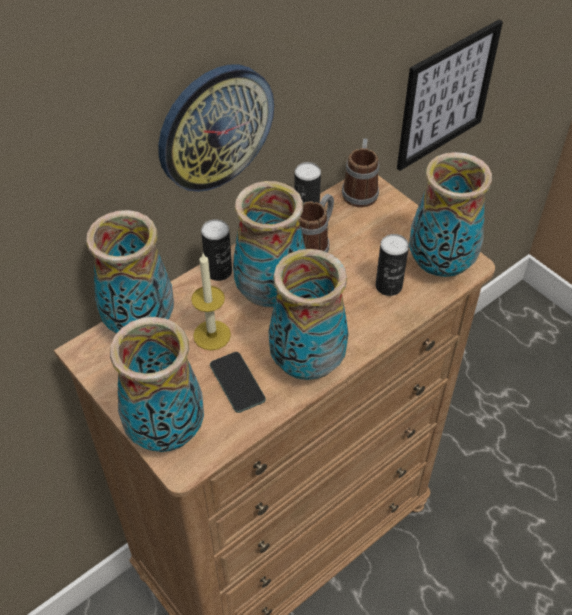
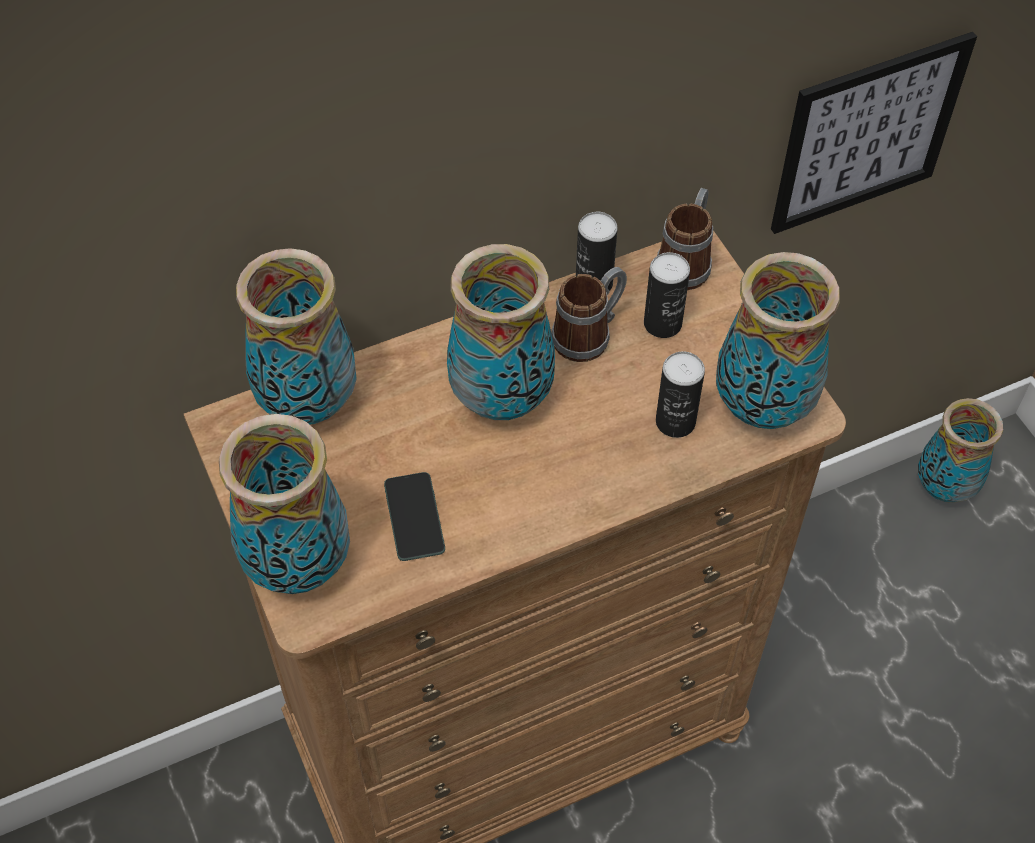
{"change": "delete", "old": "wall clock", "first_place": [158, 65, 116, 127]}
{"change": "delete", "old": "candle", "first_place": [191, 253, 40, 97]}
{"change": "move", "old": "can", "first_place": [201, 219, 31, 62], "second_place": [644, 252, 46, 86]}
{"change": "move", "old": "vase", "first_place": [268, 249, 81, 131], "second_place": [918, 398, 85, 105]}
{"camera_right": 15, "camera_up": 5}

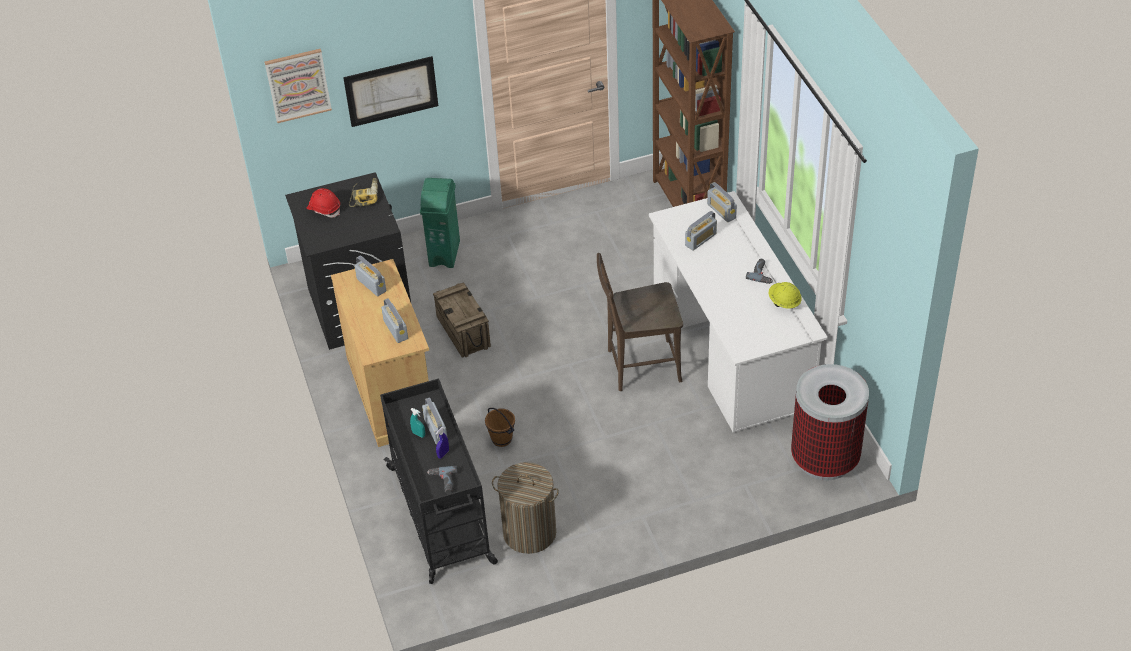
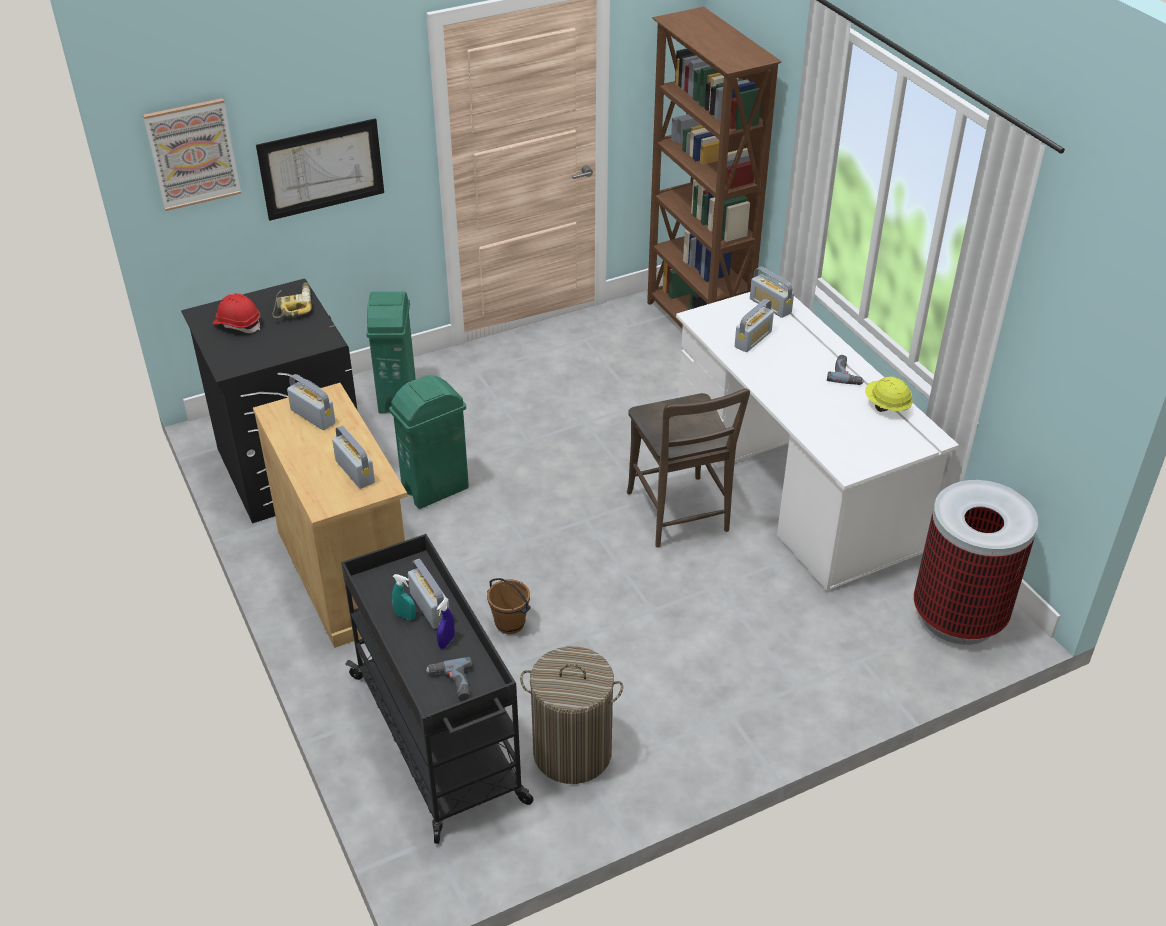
{"change": "replace", "old": "crate", "new": "trash can (green)", "first_place": [433, 282, 58, 76], "second_place": [389, 375, 80, 134]}
{"change": "rotate", "old": "chair (brown)", "first_place": [597, 253, 86, 138], "second_place": [627, 388, 123, 160], "degrees": -90}
{"camera_right": -10, "camera_up": -5}

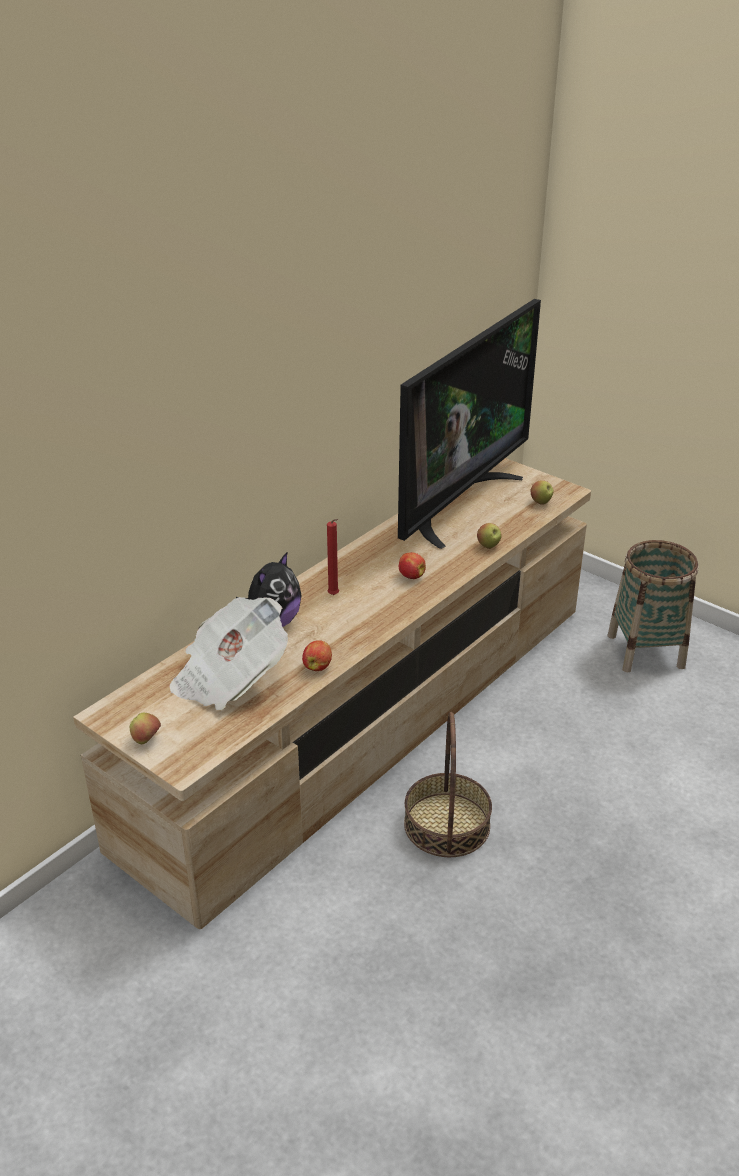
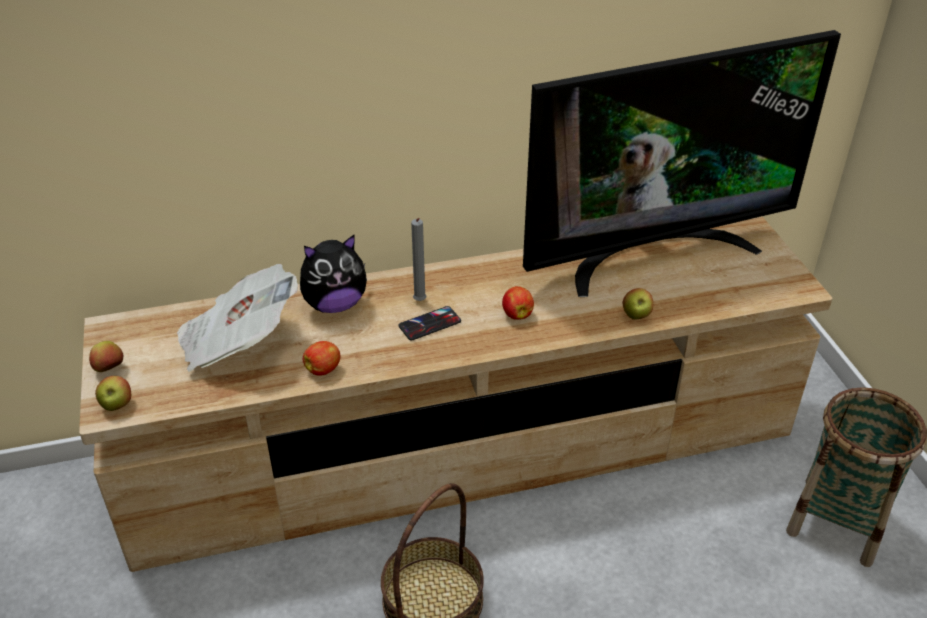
{"change": "recolor", "old": "candle (red)", "new": "candle (grey)", "first_place": [327, 519, 12, 76], "second_place": [411, 218, 16, 83]}
{"change": "move", "old": "apple", "first_place": [530, 480, 24, 25], "second_place": [95, 376, 36, 35]}
{"change": "insert", "new": "phone", "second_place": [398, 306, 63, 35]}
{"camera_right": 35, "camera_up": 5}

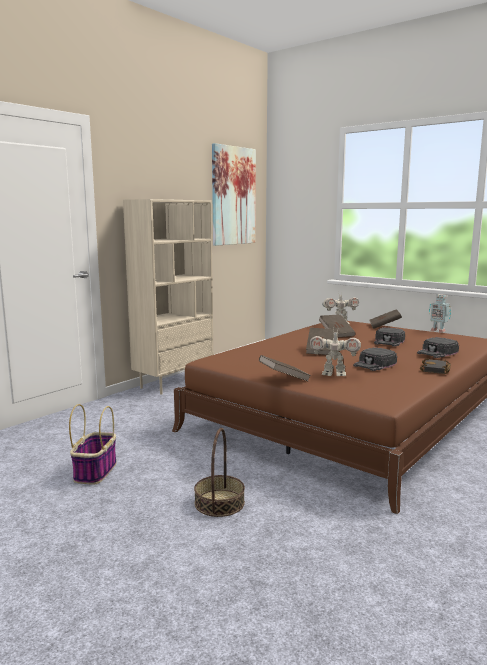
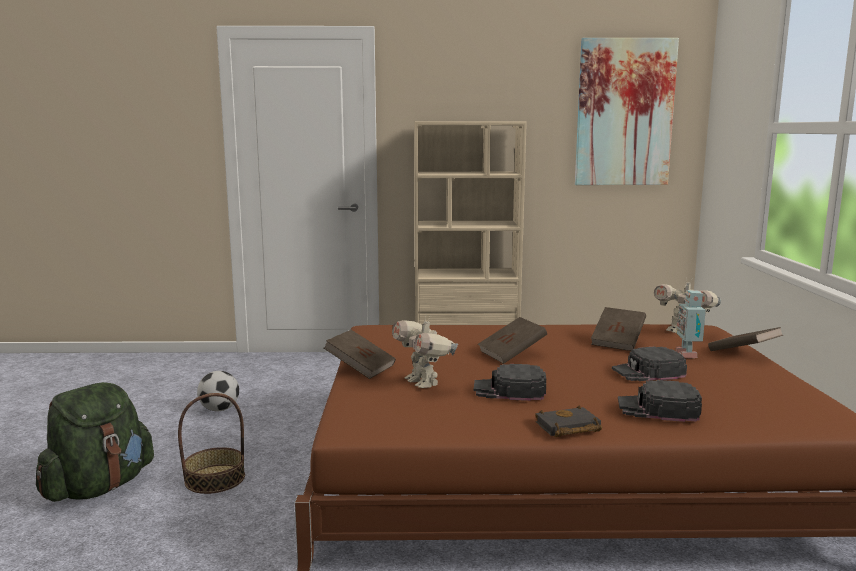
{"change": "replace", "old": "basket", "new": "football", "first_place": [69, 404, 48, 81], "second_place": [197, 371, 42, 40]}
{"change": "move", "old": "toy robot", "first_place": [429, 294, 22, 39], "second_place": [675, 290, 31, 68]}
{"change": "insert", "new": "backpack (green)", "second_place": [36, 382, 118, 120]}
{"camera_right": 50, "camera_up": 0}

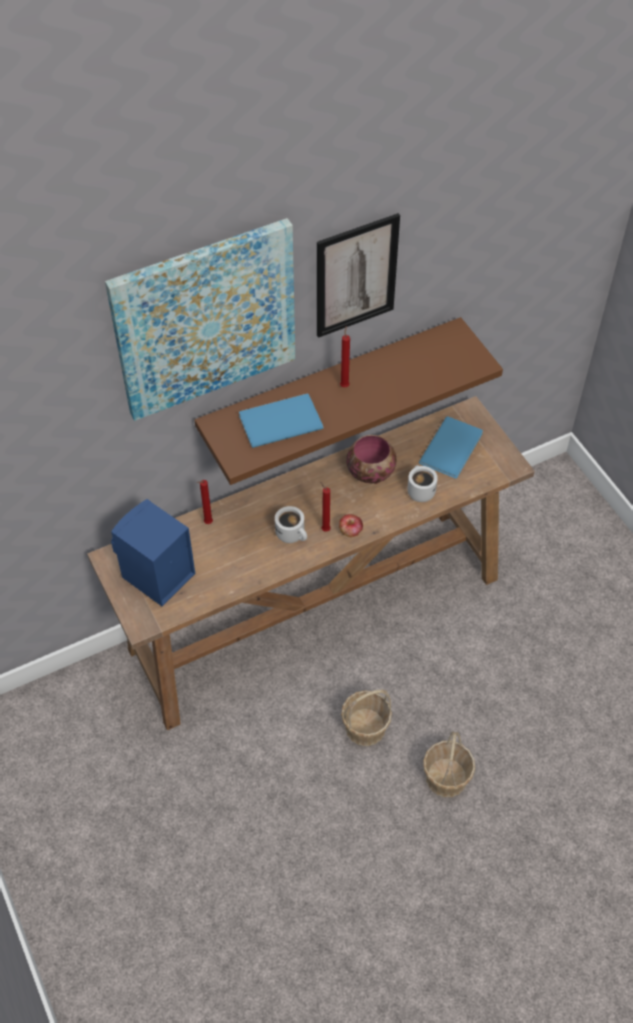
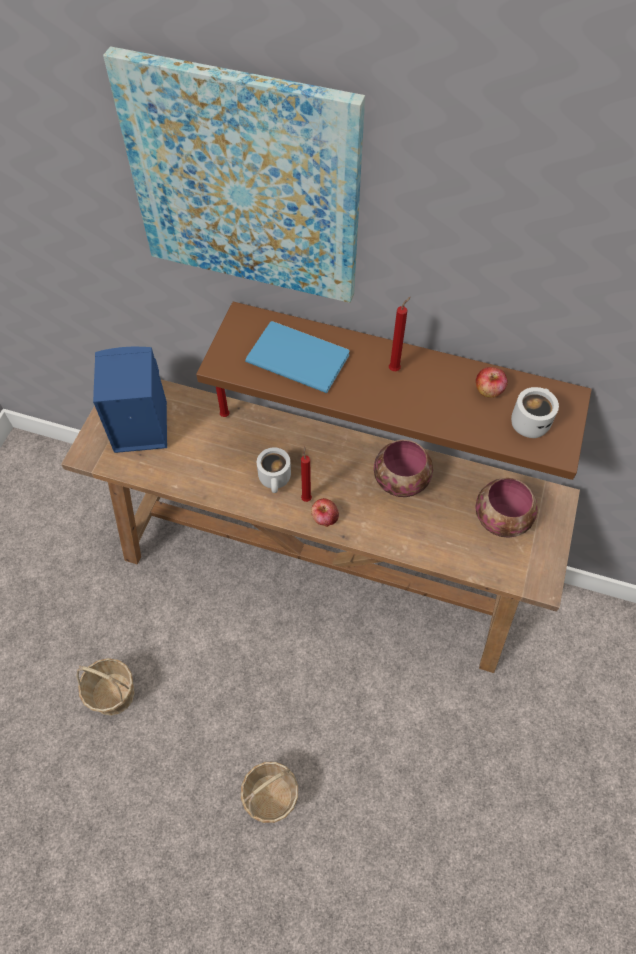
{"change": "delete", "old": "picture", "first_place": [317, 213, 83, 125]}
{"change": "move", "old": "basket", "first_place": [341, 689, 51, 57], "second_place": [76, 658, 59, 58]}
{"change": "move", "old": "mug (white)", "first_place": [407, 465, 31, 37], "second_place": [511, 387, 48, 51]}
{"change": "replace", "old": "book (blue)", "new": "bowl", "first_place": [419, 416, 64, 63], "second_place": [475, 478, 63, 60]}
{"change": "insert", "new": "apple", "second_place": [476, 367, 32, 31]}
{"camera_right": 45, "camera_up": 5}

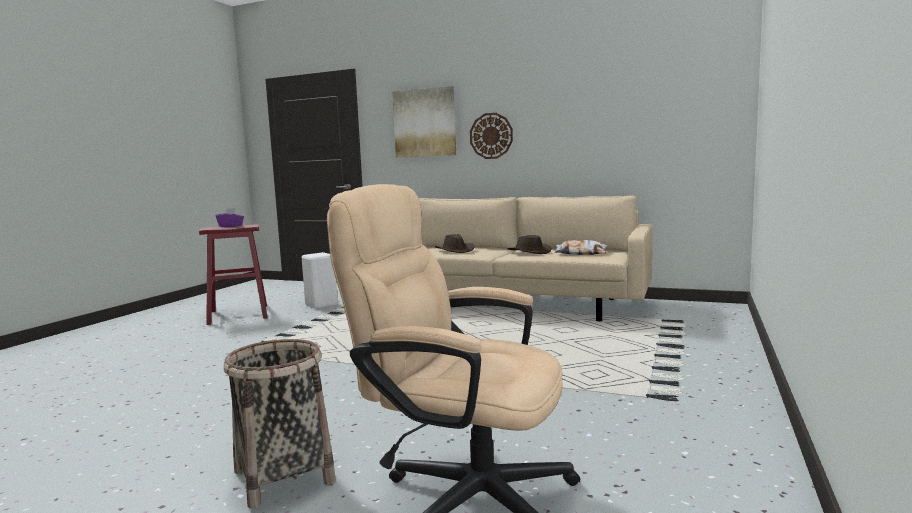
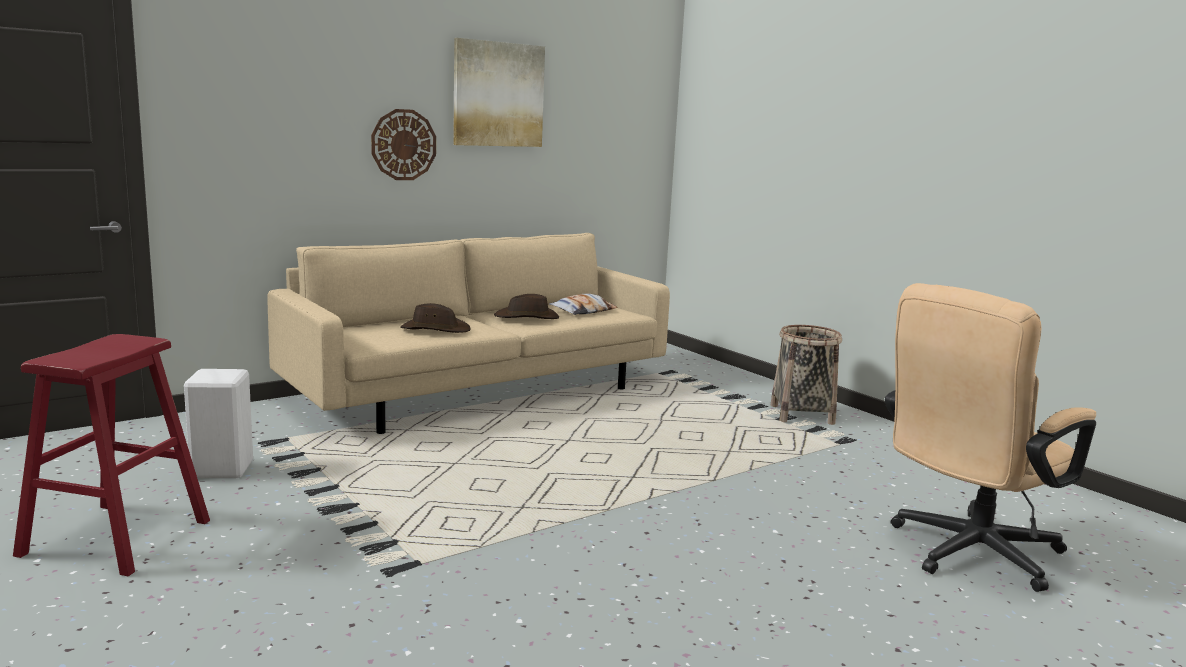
{"change": "delete", "old": "tissue box (purple)", "first_place": [216, 208, 28, 19]}
{"change": "move", "old": "basket", "first_place": [224, 339, 112, 170], "second_place": [771, 325, 71, 100]}
{"change": "move", "old": "picture", "first_place": [392, 86, 64, 72], "second_place": [453, 38, 92, 109]}
{"camera_right": -60, "camera_up": 5}

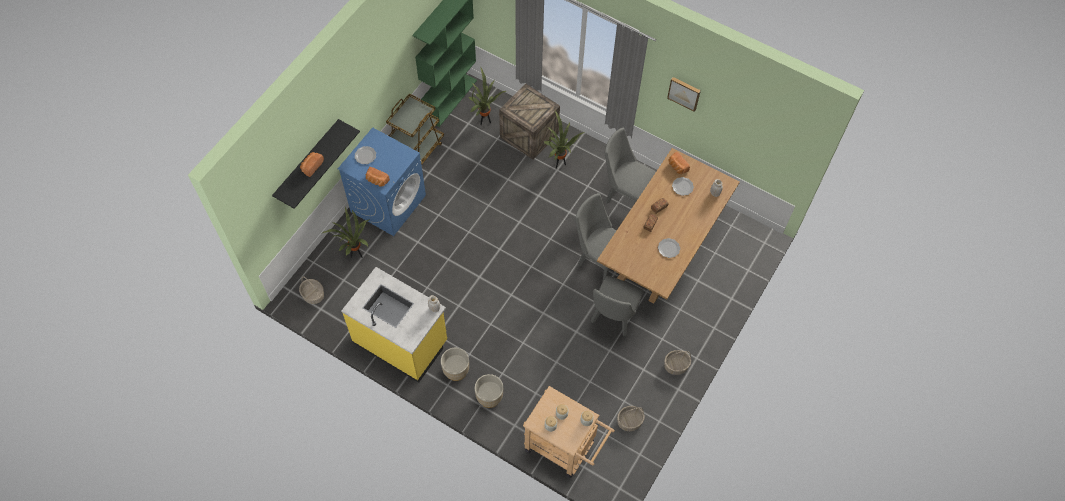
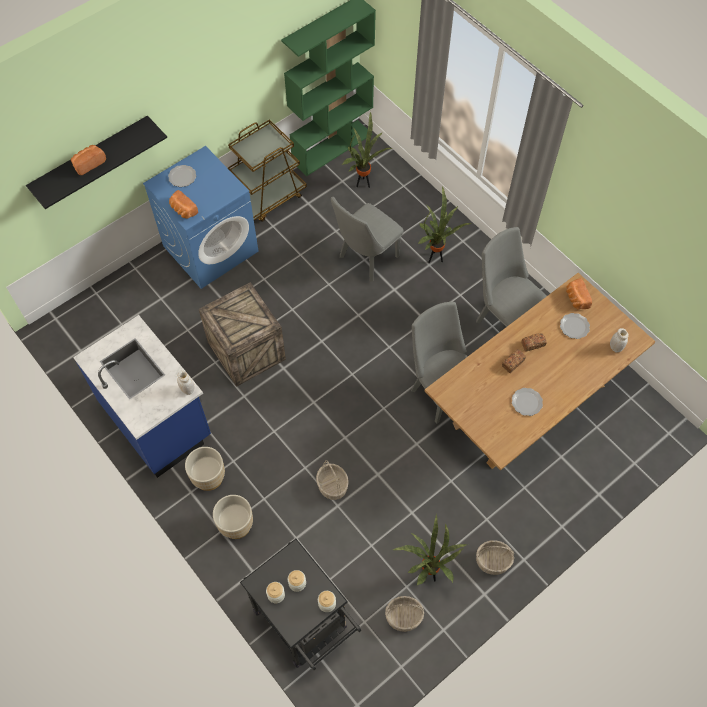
{"change": "move", "old": "basket", "first_place": [299, 276, 25, 28], "second_place": [316, 460, 33, 40]}
{"change": "move", "old": "potted plant", "first_place": [321, 207, 49, 51], "second_place": [393, 514, 74, 71]}
{"change": "recolor", "old": "counter (yellow)", "new": "counter (blue)", "first_place": [341, 267, 106, 116], "second_place": [73, 315, 138, 163]}
{"change": "move", "old": "crate", "first_place": [499, 84, 61, 76], "second_place": [199, 282, 87, 105]}
{"change": "recolor", "old": "cart (beige)", "new": "cart (black)", "first_place": [523, 386, 92, 92], "second_place": [240, 539, 121, 131]}
{"change": "move", "old": "chair (grey)", "first_place": [591, 276, 53, 60], "second_place": [331, 197, 73, 85]}
{"change": "delete", "old": "picture", "first_place": [667, 77, 34, 35]}
{"camera_right": 20, "camera_up": 0}

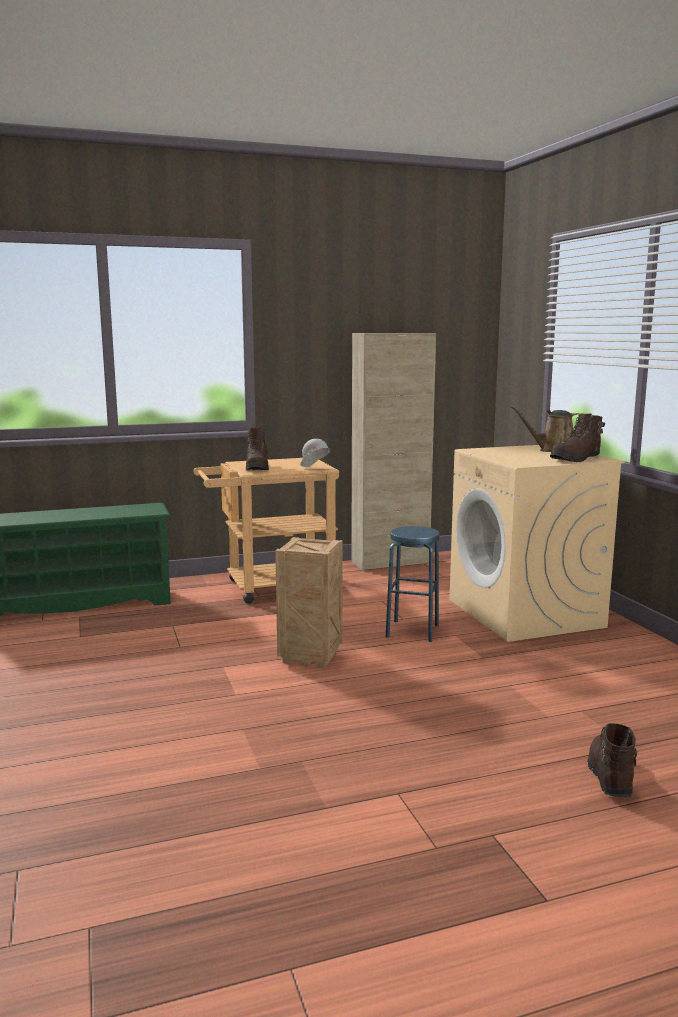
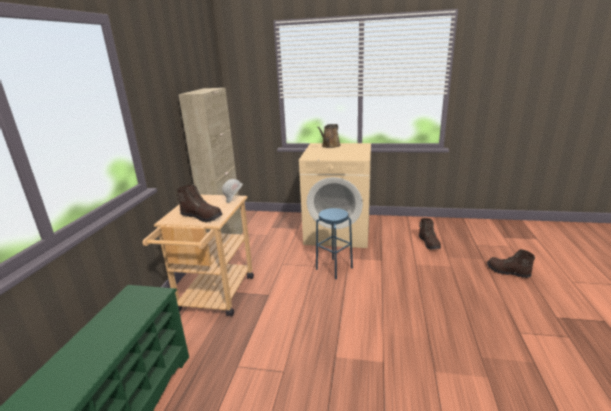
{"change": "delete", "old": "crate", "first_place": [275, 537, 68, 131]}
{"change": "move", "old": "boot (brown)", "first_place": [550, 413, 55, 49], "second_place": [419, 218, 22, 32]}
{"camera_right": -60, "camera_up": 10}

